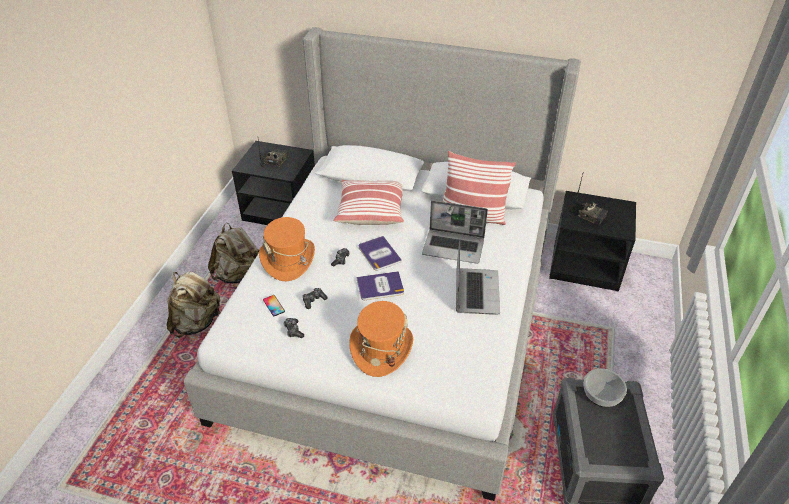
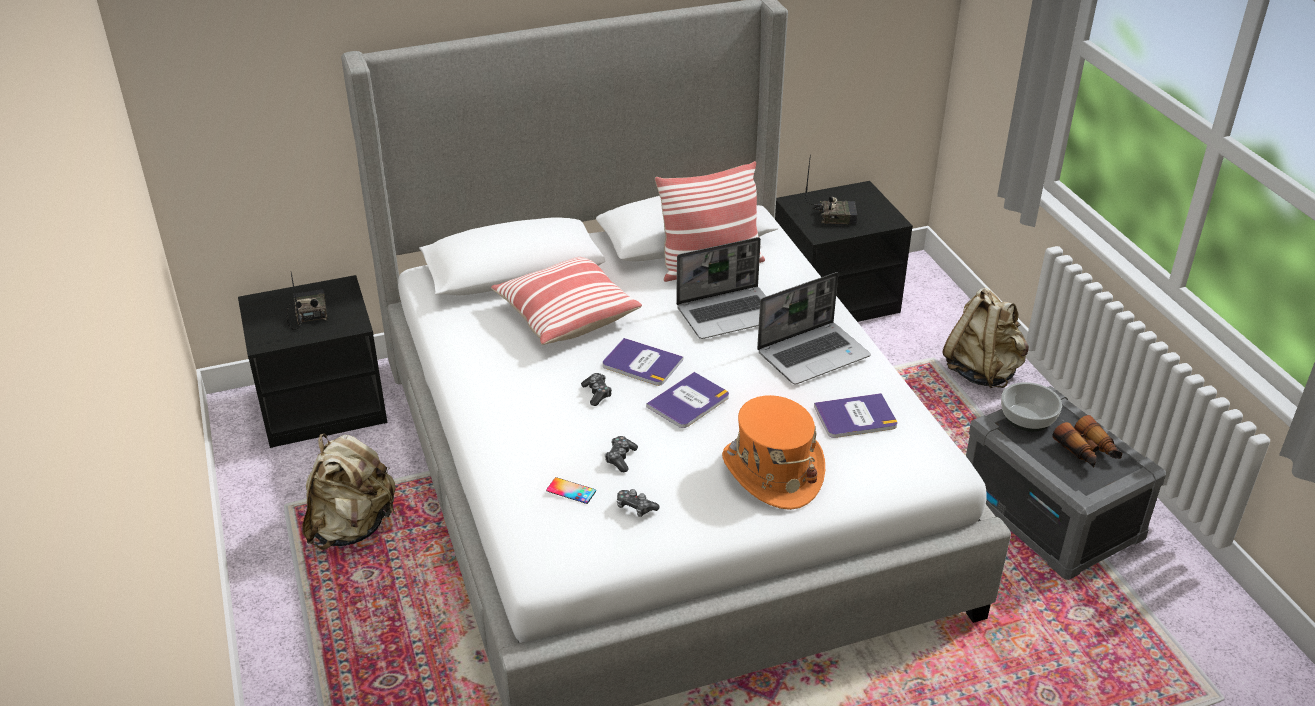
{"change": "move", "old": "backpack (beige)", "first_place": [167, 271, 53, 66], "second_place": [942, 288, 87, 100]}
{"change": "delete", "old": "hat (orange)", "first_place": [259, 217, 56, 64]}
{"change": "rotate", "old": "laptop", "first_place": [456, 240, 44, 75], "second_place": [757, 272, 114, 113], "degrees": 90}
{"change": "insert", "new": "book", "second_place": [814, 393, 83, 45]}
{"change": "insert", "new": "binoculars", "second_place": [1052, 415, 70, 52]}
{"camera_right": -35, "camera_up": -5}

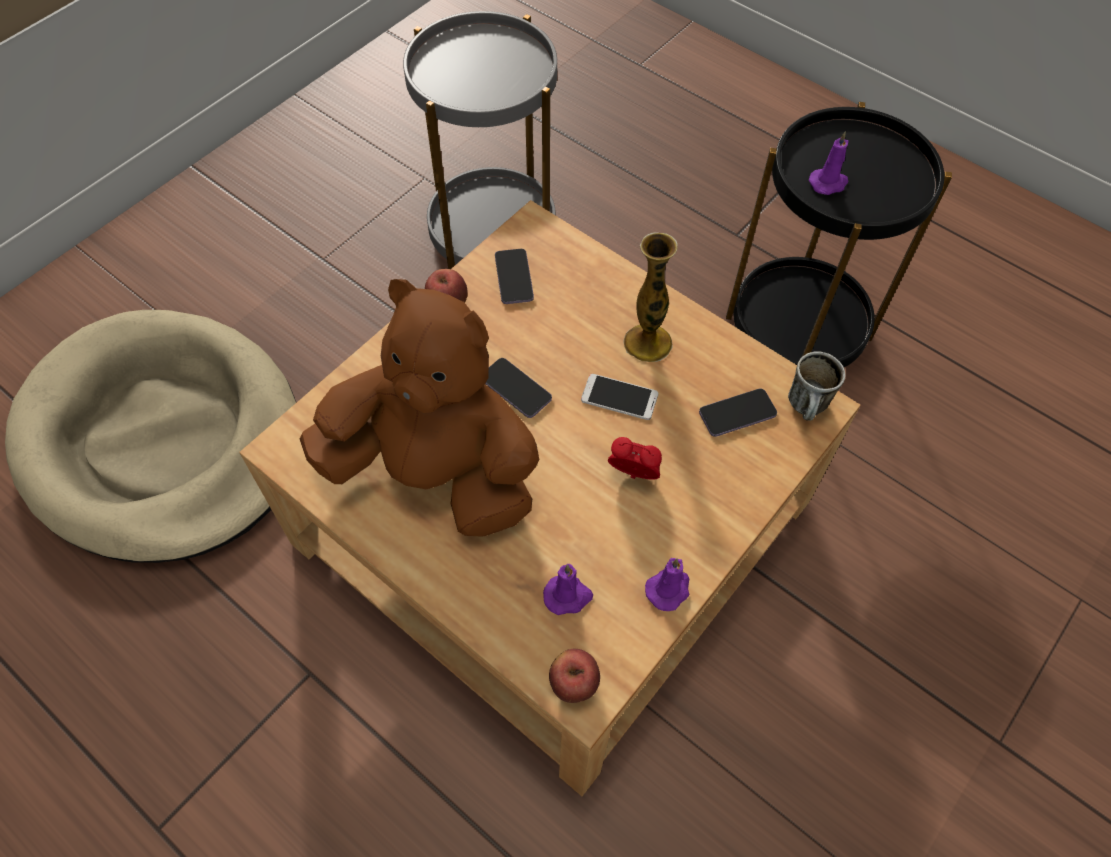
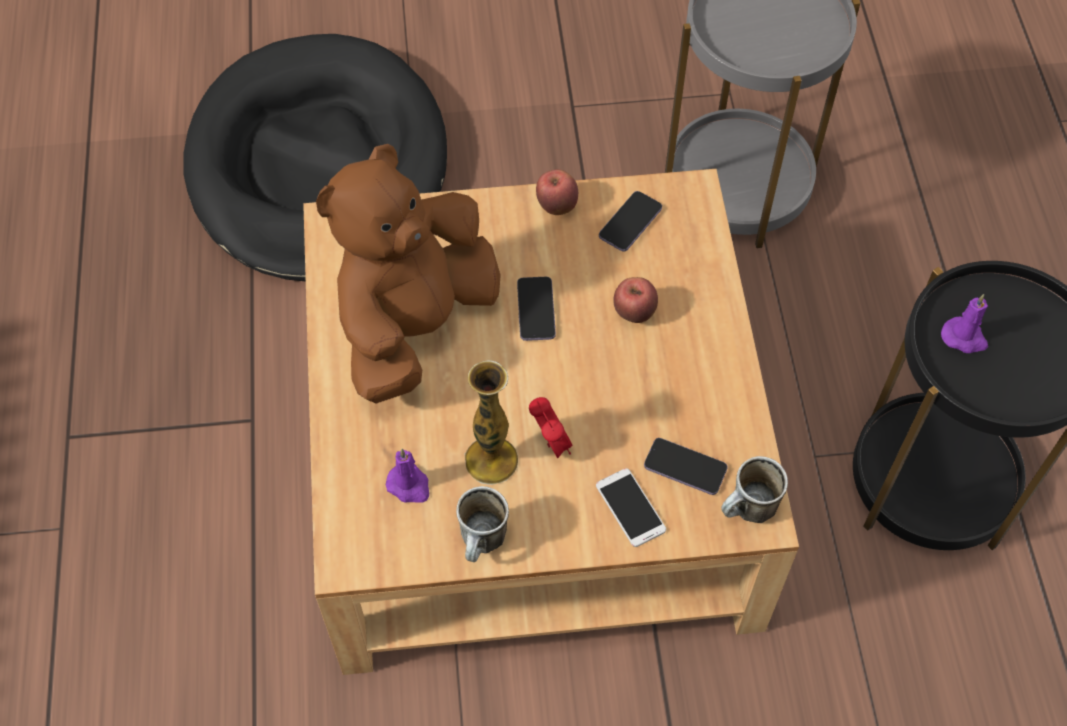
{"change": "recolor", "old": "dog bed (beige)", "new": "dog bed (black)", "first_place": [5, 310, 292, 253], "second_place": [183, 34, 264, 248]}
{"change": "rotate", "old": "plush toy (brown)", "first_place": [300, 279, 239, 258], "second_place": [316, 144, 185, 260], "degrees": -120}
{"change": "move", "old": "apple", "first_place": [549, 649, 51, 54], "second_place": [613, 277, 45, 46]}
{"change": "move", "old": "phone", "first_place": [581, 374, 77, 46], "second_place": [596, 468, 70, 79]}
{"change": "move", "old": "vase", "first_place": [623, 232, 55, 130], "second_place": [465, 360, 53, 125]}
{"change": "replace", "old": "candle (purple)", "new": "mug", "first_place": [645, 558, 45, 53], "second_place": [456, 486, 53, 76]}
{"camera_right": 45, "camera_up": 0}

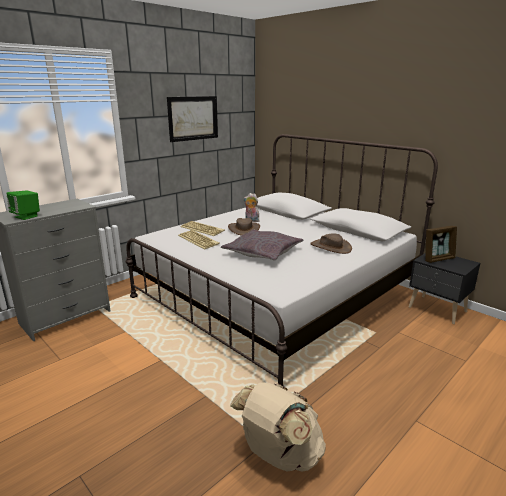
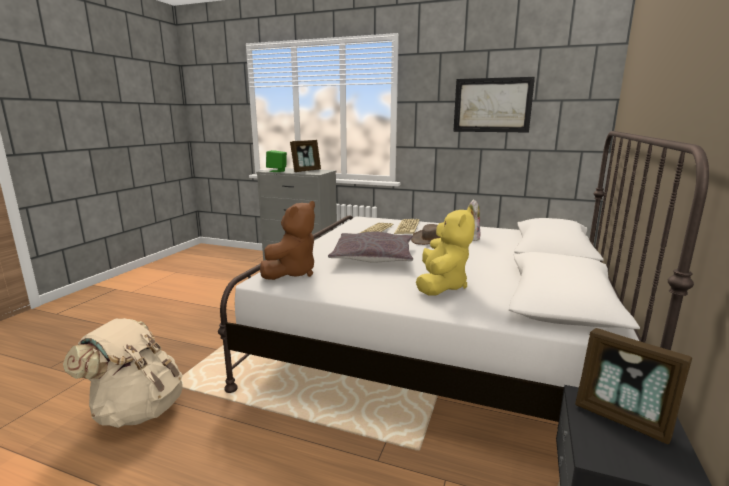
{"change": "replace", "old": "hat (brown)", "new": "plush toy (yellow)", "first_place": [310, 233, 42, 21], "second_place": [416, 207, 59, 89]}
{"change": "insert", "new": "plush toy (brown)", "second_place": [260, 201, 55, 79]}
{"change": "insert", "new": "picture frame", "second_place": [290, 140, 31, 32]}
{"camera_right": 65, "camera_up": -5}

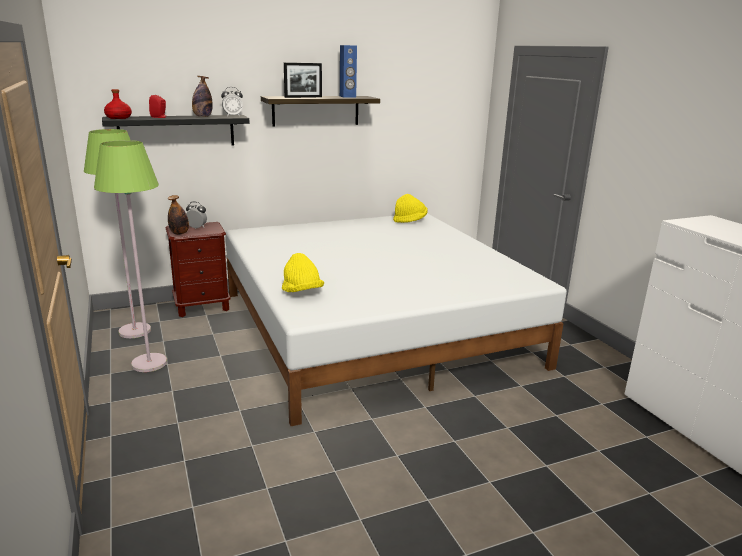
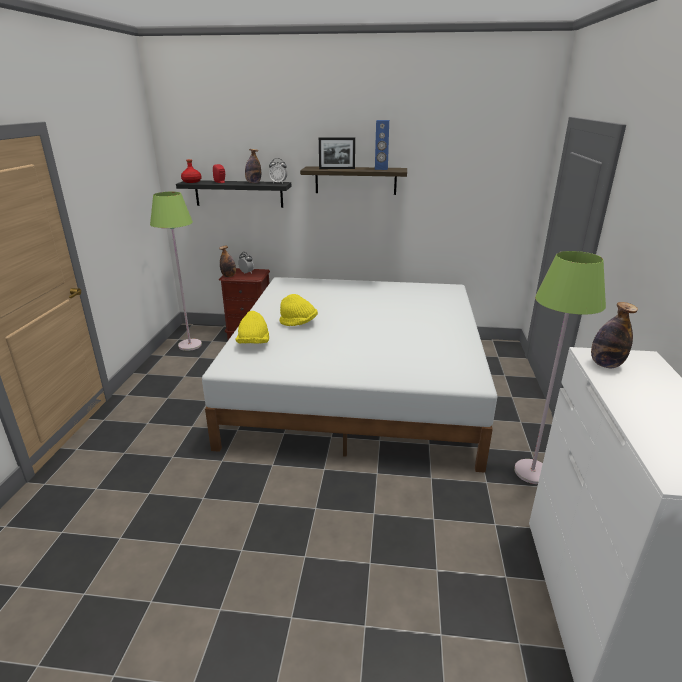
{"change": "move", "old": "floor lamp (green)", "first_place": [94, 140, 73, 232], "second_place": [514, 251, 92, 233]}
{"change": "move", "old": "hat (yellow)", "first_place": [393, 194, 35, 29], "second_place": [279, 294, 39, 32]}
{"change": "insert", "new": "bottle", "second_place": [591, 302, 47, 66]}
{"camera_right": 30, "camera_up": 5}

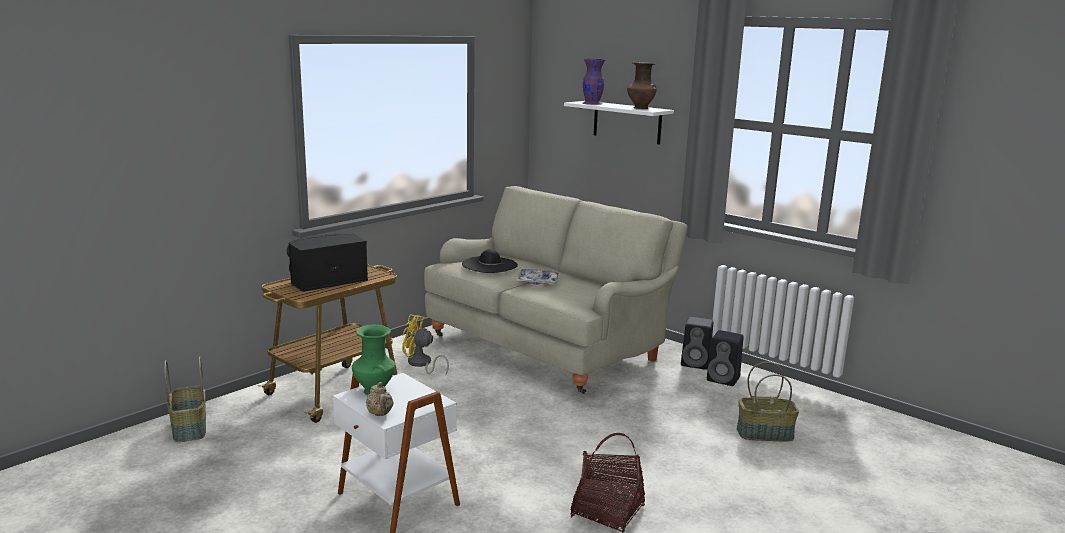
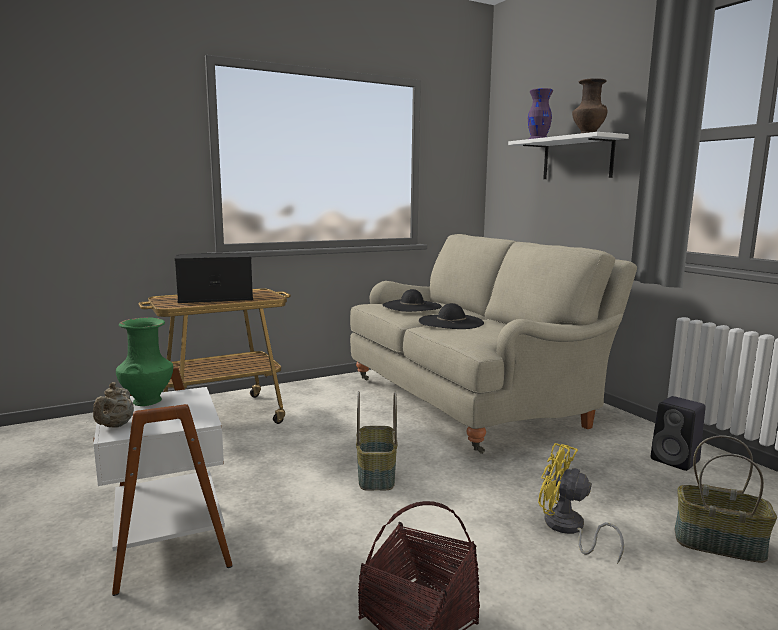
{"change": "move", "old": "basket", "first_place": [164, 356, 42, 86], "second_place": [356, 391, 42, 100]}
{"change": "move", "old": "fan (yellow)", "first_place": [402, 314, 47, 61], "second_place": [538, 443, 86, 121]}
{"change": "replace", "old": "tray", "new": "hat (black)", "first_place": [516, 269, 45, 15], "second_place": [419, 303, 65, 26]}
{"change": "delete", "old": "speaker (black)", "first_place": [681, 317, 32, 53]}
{"camera_right": 20, "camera_up": -5}

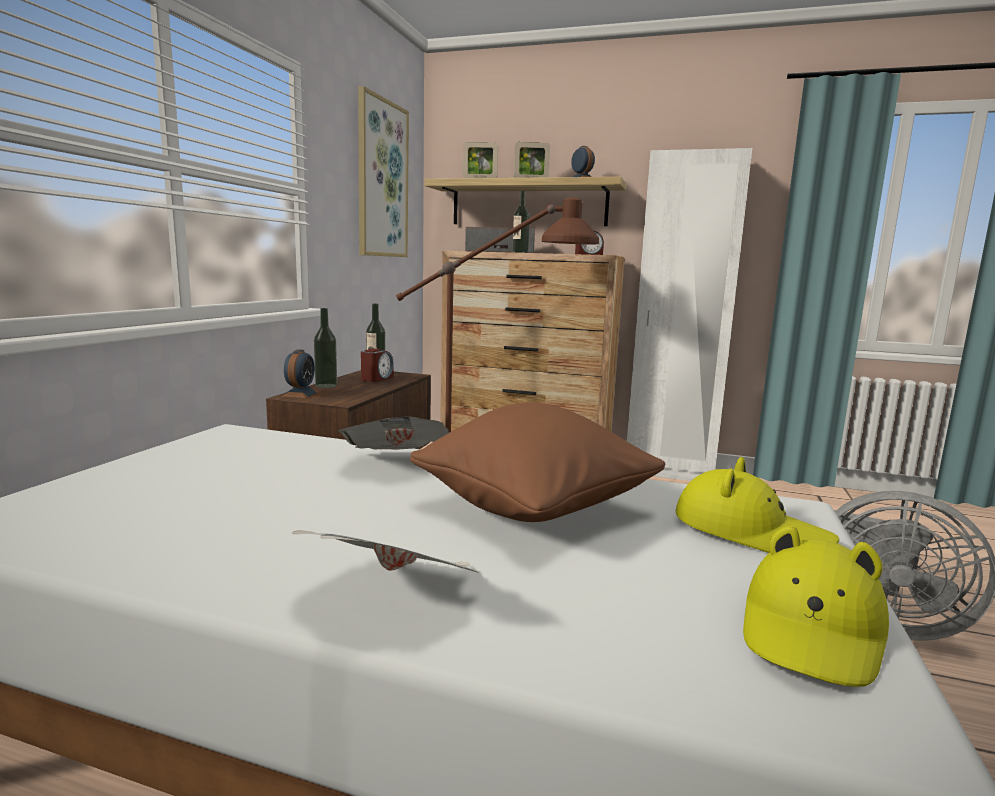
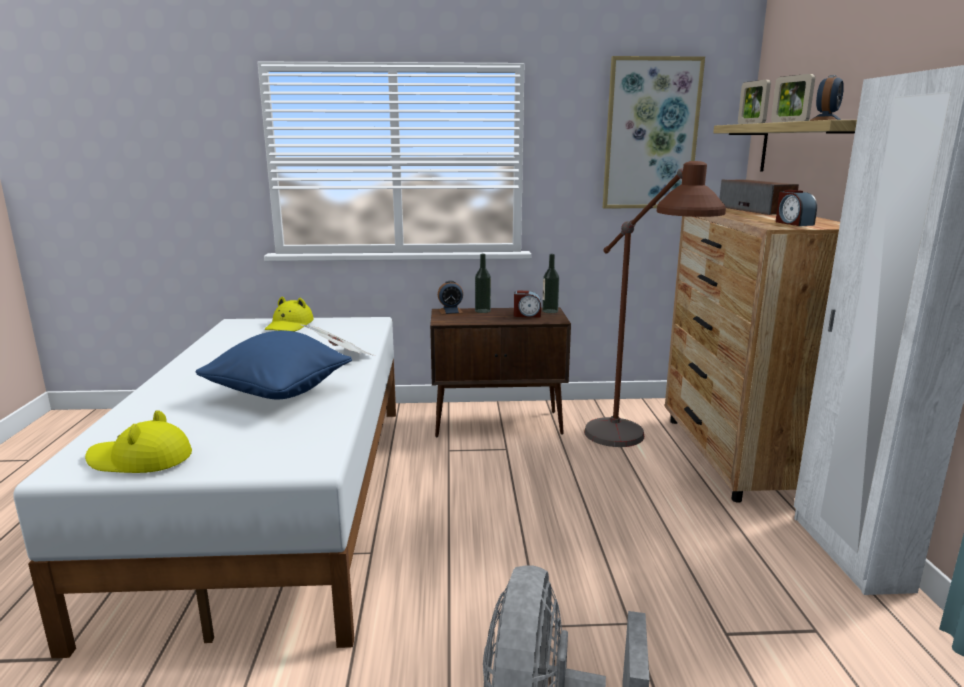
{"change": "delete", "old": "newspaper", "first_place": [291, 530, 189, 43]}
{"change": "recolor", "old": "pillow (brown)", "new": "pillow (blue)", "first_place": [410, 402, 255, 120], "second_place": [195, 331, 157, 68]}
{"change": "delete", "old": "bottle", "first_place": [512, 190, 18, 63]}
{"change": "move", "old": "hat (yellow)", "first_place": [676, 457, 164, 96], "second_place": [265, 297, 49, 34]}
{"camera_right": 70, "camera_up": 5}

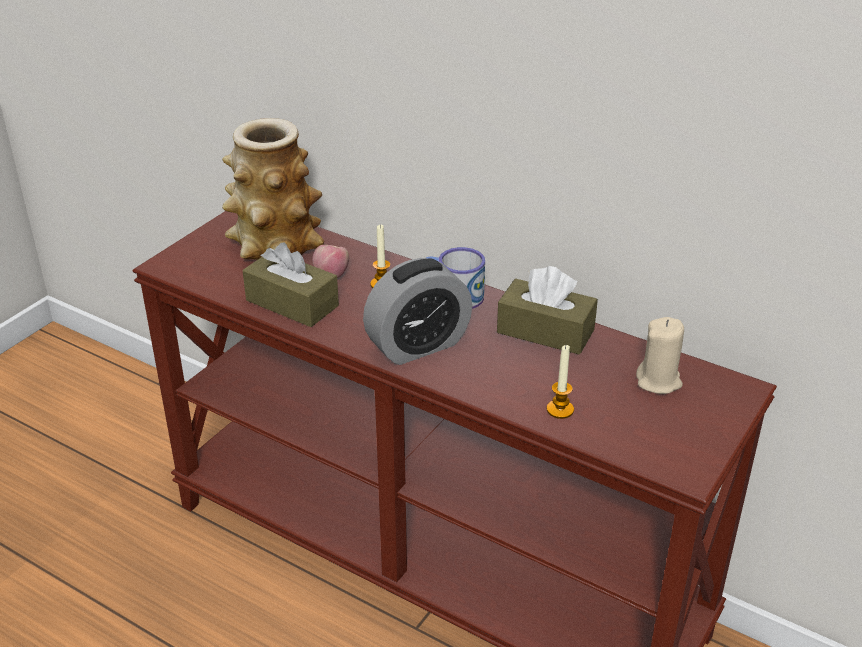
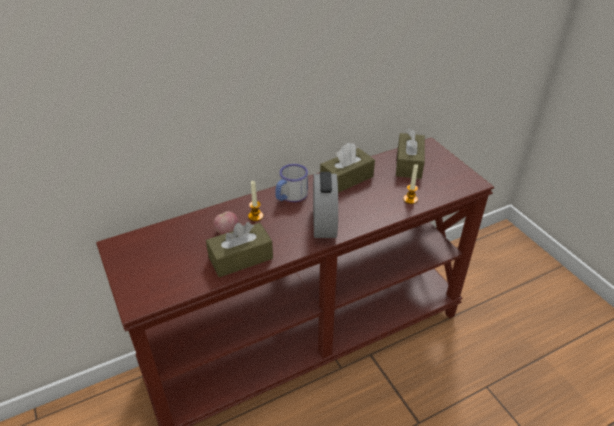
{"change": "delete", "old": "vase", "first_place": [222, 118, 102, 142]}
{"change": "replace", "old": "candle (beige)", "new": "tissue box (brown)", "first_place": [636, 317, 48, 77], "second_place": [396, 128, 29, 51]}
{"camera_right": -60, "camera_up": 5}

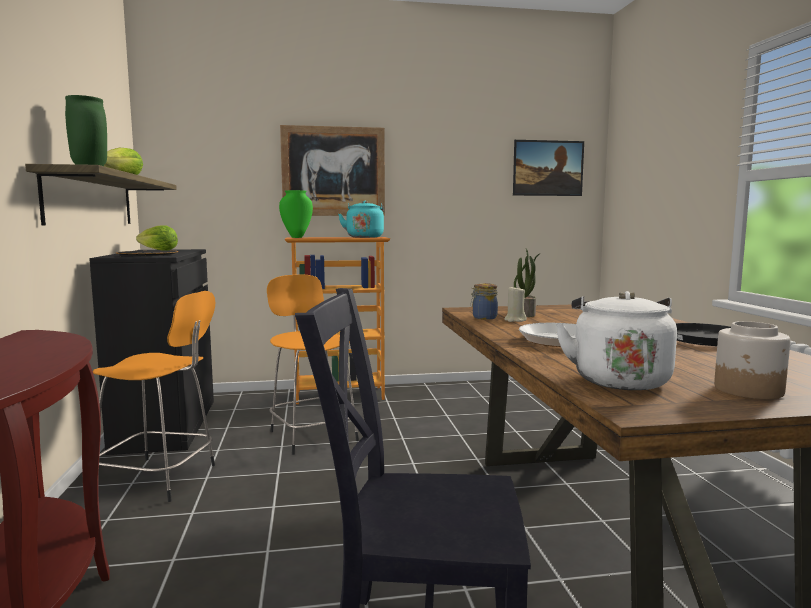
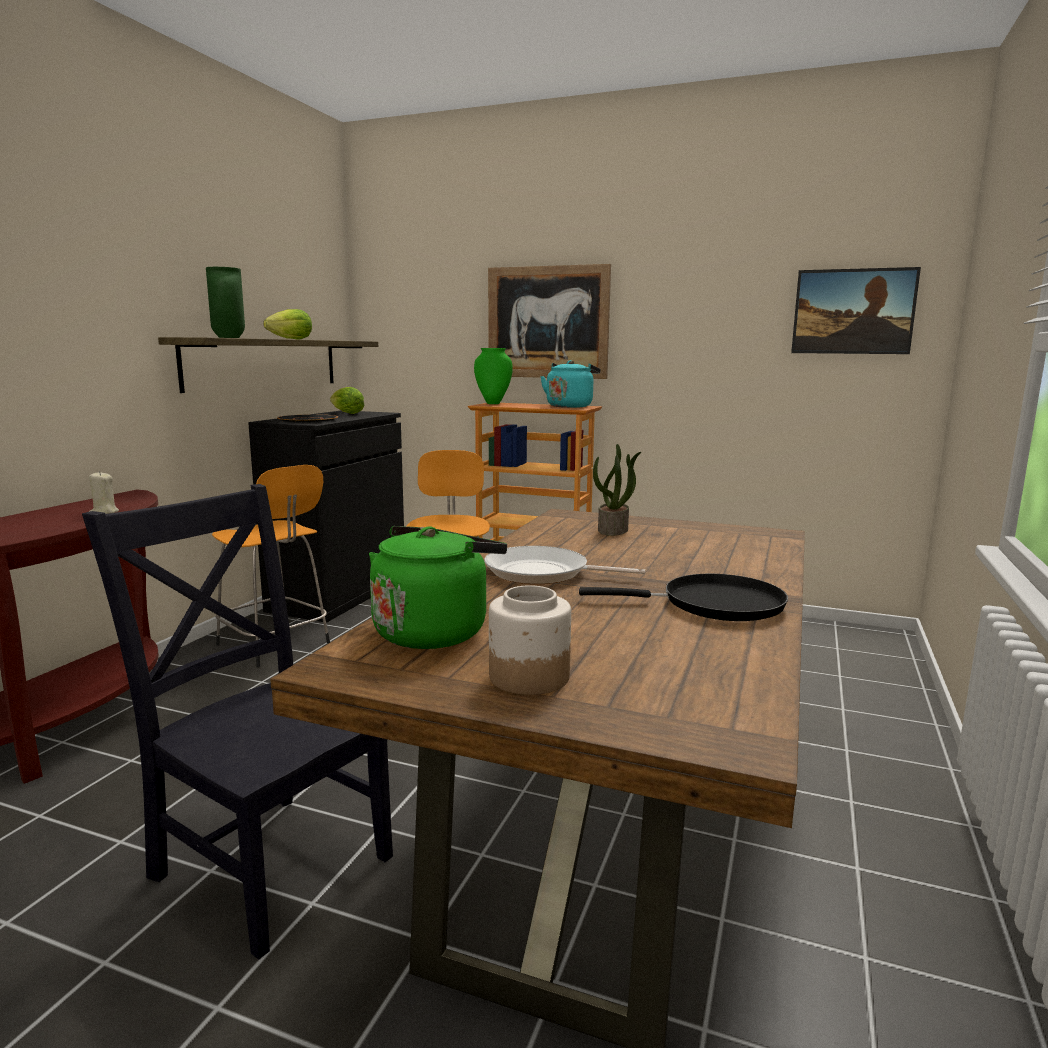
{"change": "delete", "old": "jar", "first_place": [471, 283, 27, 37]}
{"change": "move", "old": "candle (beige)", "first_place": [504, 285, 23, 37], "second_place": [89, 471, 30, 43]}
{"change": "recolor", "old": "kettle (white)", "new": "kettle (green)", "first_place": [556, 291, 121, 99], "second_place": [369, 526, 138, 123]}
{"camera_right": 30, "camera_up": 5}

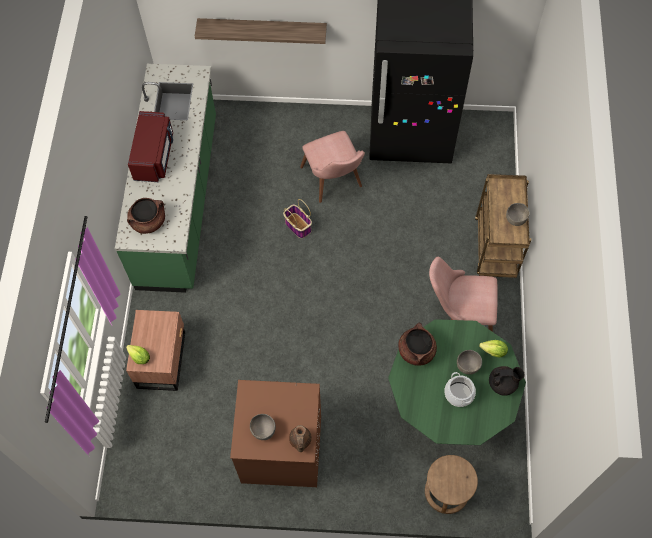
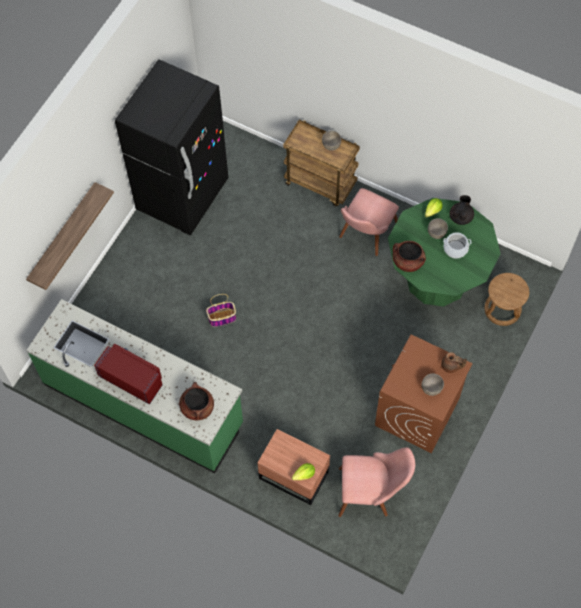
{"change": "move", "old": "chair (pink)", "first_place": [300, 131, 65, 72], "second_place": [338, 447, 77, 70]}
{"camera_right": -65, "camera_up": 0}

